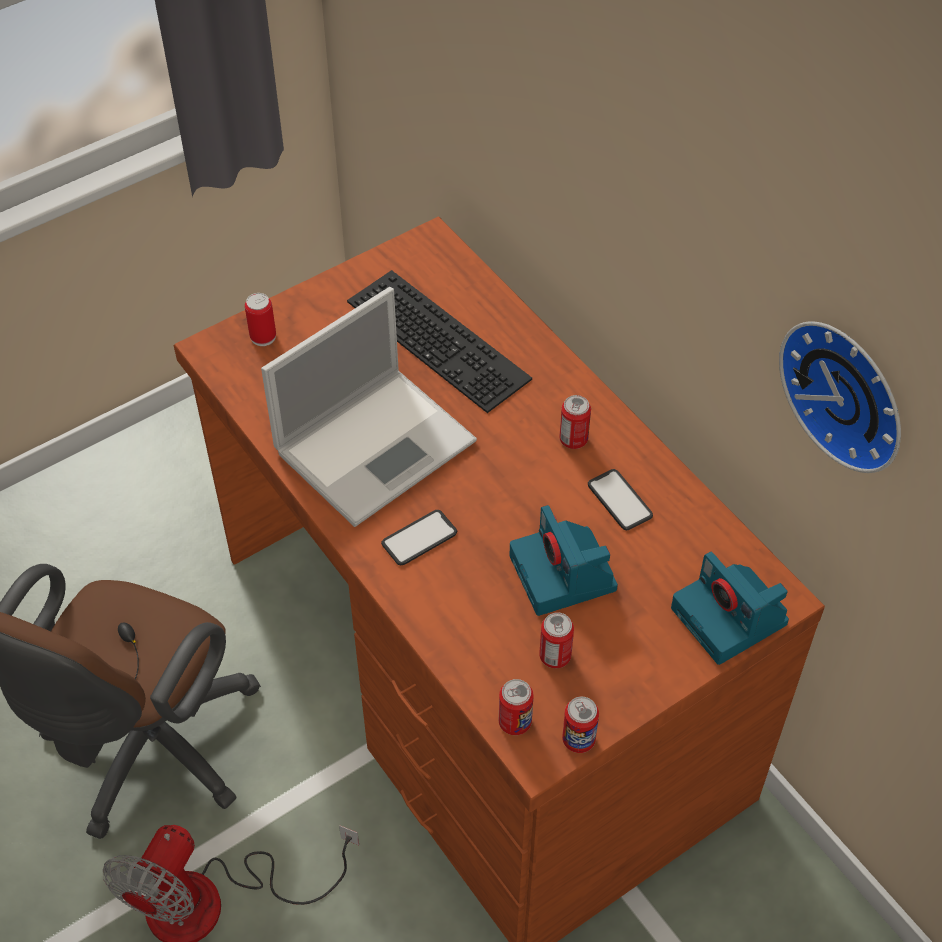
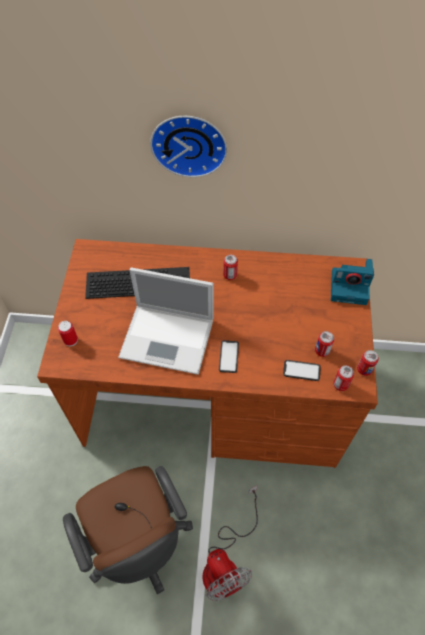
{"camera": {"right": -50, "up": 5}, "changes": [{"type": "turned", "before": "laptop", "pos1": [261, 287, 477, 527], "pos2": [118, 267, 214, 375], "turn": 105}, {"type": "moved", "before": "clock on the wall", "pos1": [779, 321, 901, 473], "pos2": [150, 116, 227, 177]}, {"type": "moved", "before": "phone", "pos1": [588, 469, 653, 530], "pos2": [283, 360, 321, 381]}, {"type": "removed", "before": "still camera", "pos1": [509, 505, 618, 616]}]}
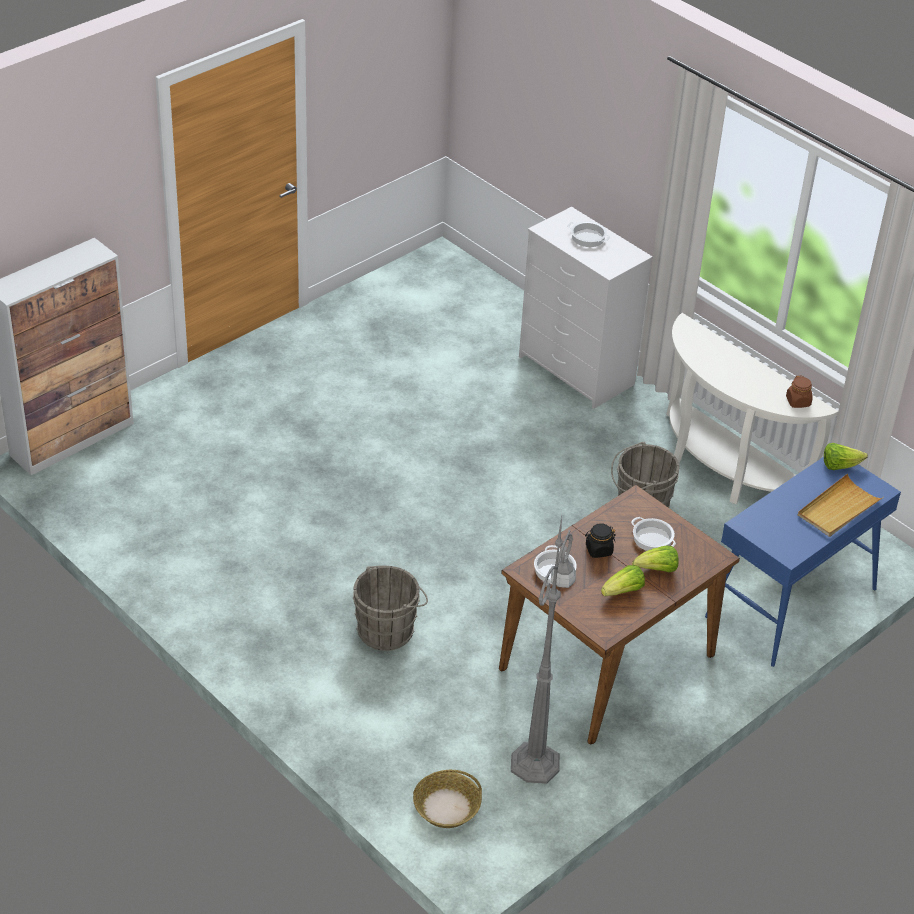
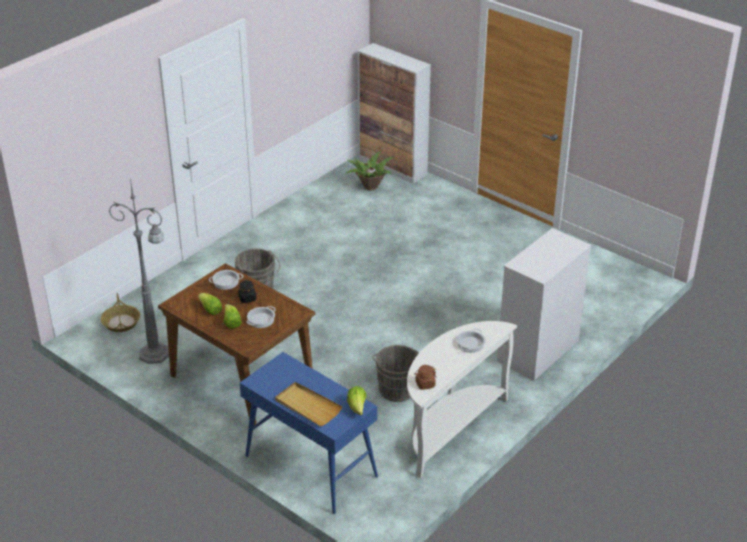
{"camera": {"right": 85, "up": -5}, "changes": [{"type": "added", "after": "potted plant", "pos2": [345, 151, 394, 191]}, {"type": "moved", "before": "cooking pot", "pos1": [568, 221, 610, 247], "pos2": [457, 329, 486, 353]}]}
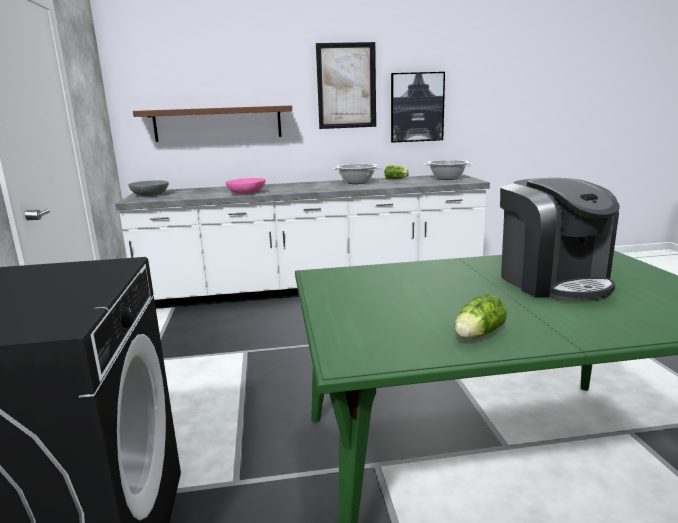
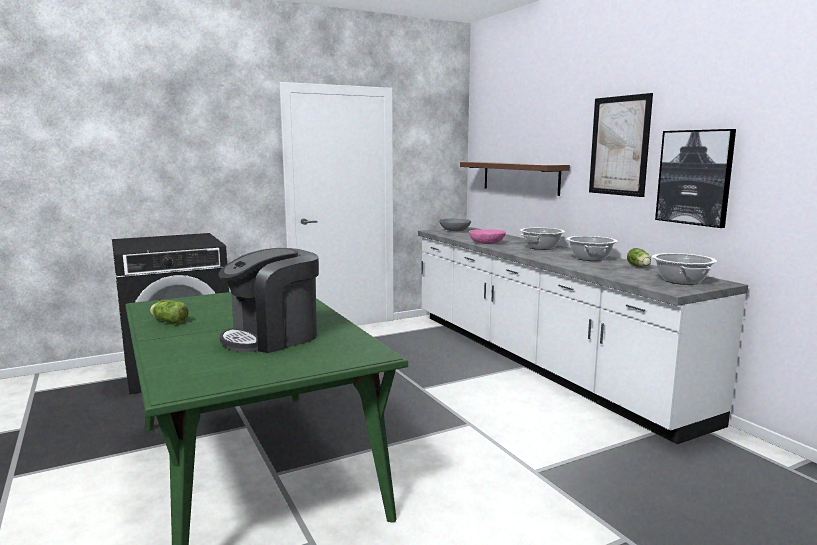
{"camera": {"right": 70, "up": -5}, "changes": [{"type": "added", "after": "cooking pot", "pos2": [520, 228, 565, 250]}]}
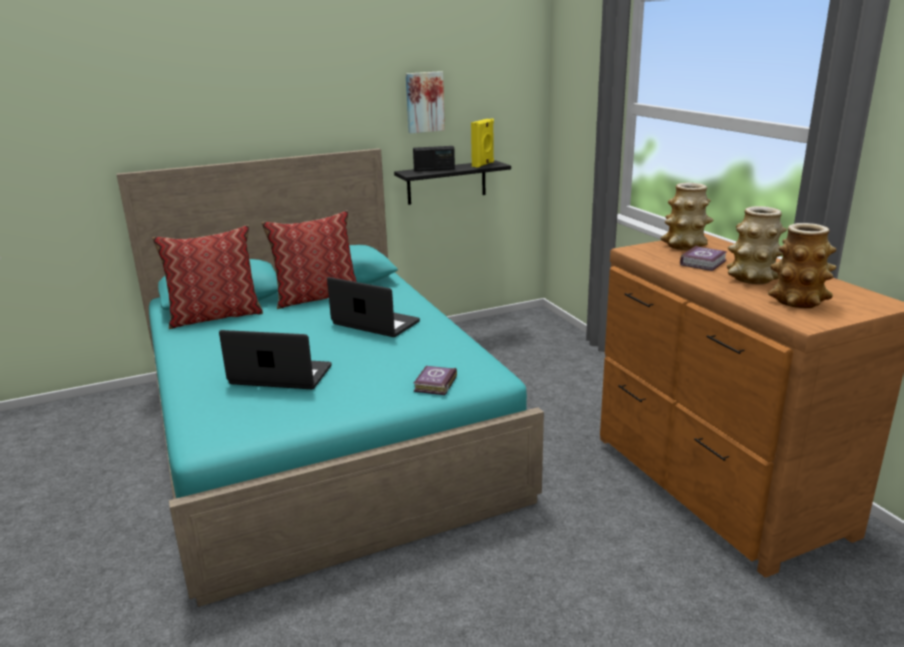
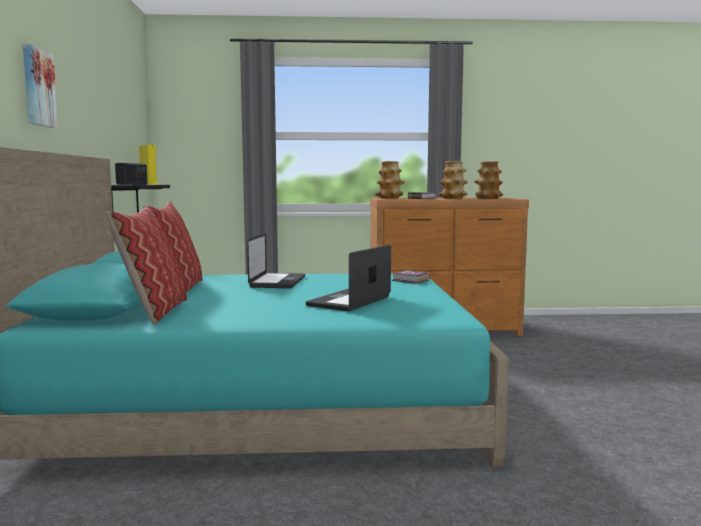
{"camera": {"right": -70, "up": -15}, "changes": [{"type": "moved", "before": "wall picture", "pos1": [406, 71, 445, 134], "pos2": [23, 43, 58, 128]}, {"type": "turned", "before": "laptop", "pos1": [327, 277, 420, 337], "pos2": [247, 233, 305, 288], "turn": 135}]}
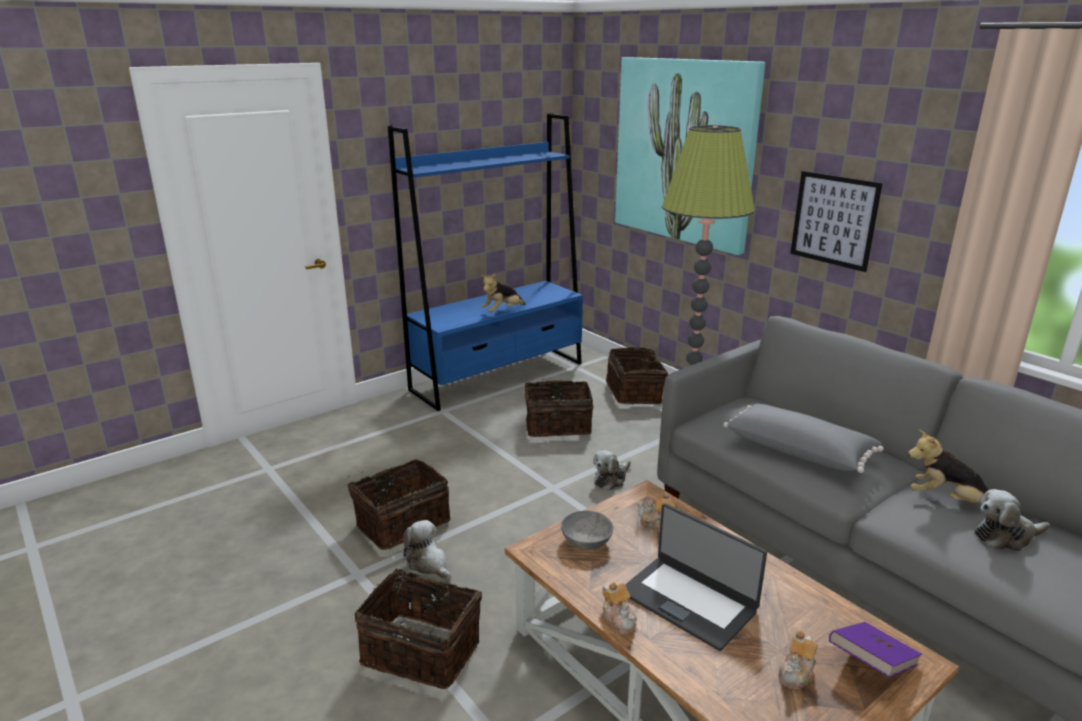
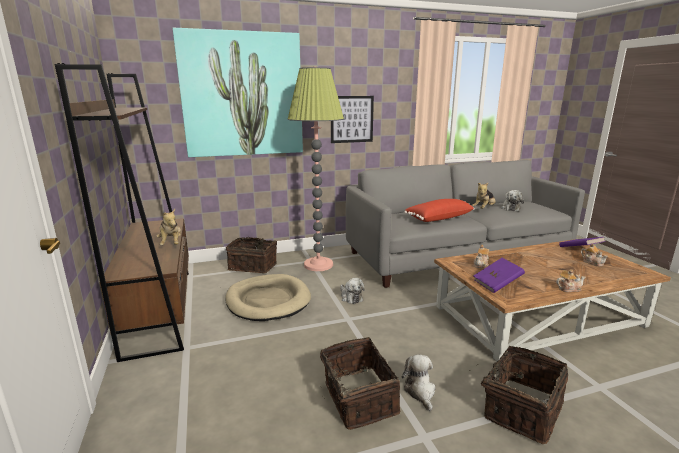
{"camera": {"right": -70, "up": -5}, "changes": [{"type": "recoloured", "before": "bluish shelving unit", "after": "brown-coloured shelving unit", "pos1": [388, 113, 583, 411], "pos2": [55, 63, 189, 362]}, {"type": "replaced", "before": "basket", "after": "beige-coloured dog cushion", "pos1": [525, 379, 594, 437], "pos2": [225, 274, 311, 321]}, {"type": "turned", "before": "soft toy", "pos1": [403, 520, 451, 580], "pos2": [402, 354, 436, 411], "turn": 105}, {"type": "recoloured", "before": "gray pillow", "after": "red-coloured pillow", "pos1": [723, 403, 884, 473], "pos2": [404, 199, 475, 222]}, {"type": "replaced", "before": "gray deep dish", "after": "purple-coloured book", "pos1": [561, 511, 614, 550], "pos2": [473, 258, 525, 293]}, {"type": "removed", "before": "laptop", "pos1": [625, 503, 767, 651]}]}
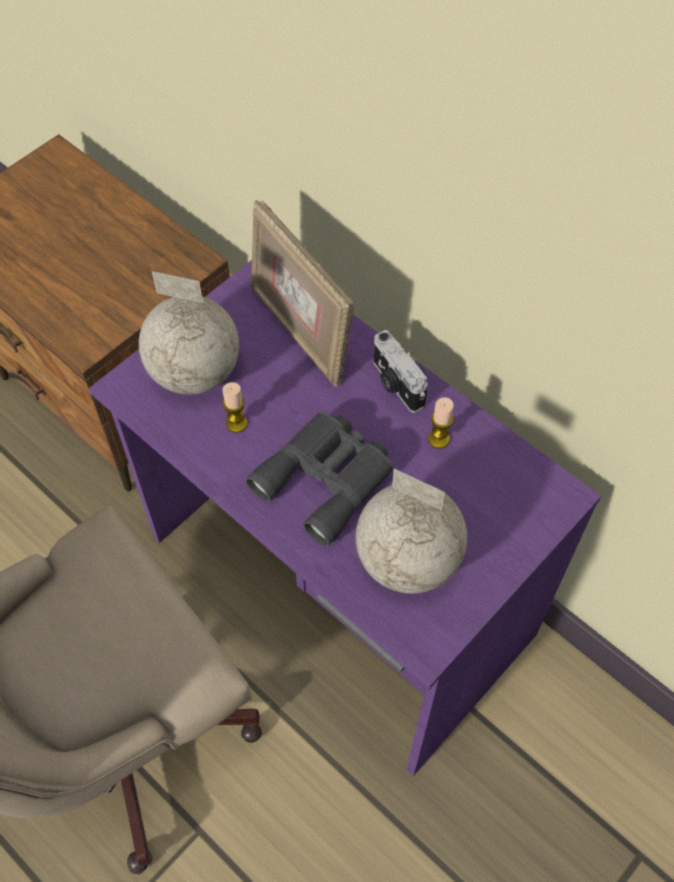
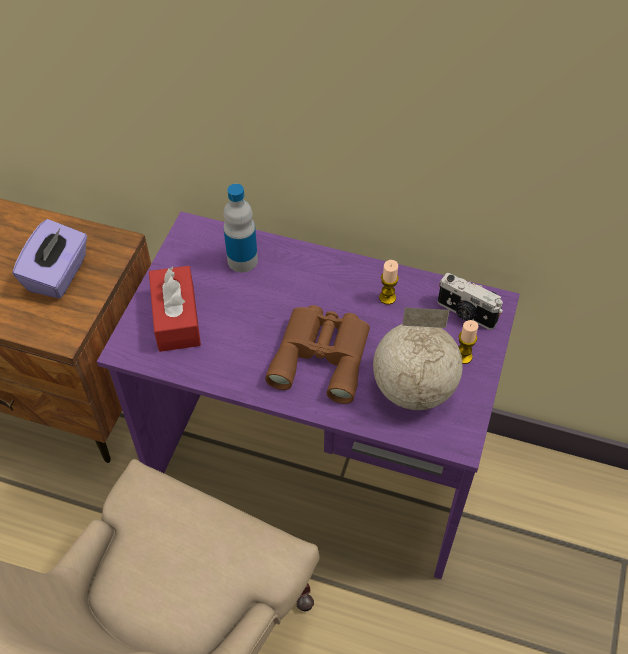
{"camera": {"right": -25, "up": -5}, "changes": [{"type": "added", "after": "purple-coloured tissue box", "pos2": [13, 219, 88, 299]}, {"type": "replaced", "before": "globe", "after": "red-coloured tissue box", "pos1": [139, 271, 239, 395], "pos2": [149, 266, 201, 352]}, {"type": "replaced", "before": "standing frame", "after": "drink bottle", "pos1": [251, 200, 354, 387], "pos2": [224, 184, 258, 272]}, {"type": "recoloured", "before": "gray pair of binoculars", "after": "brown-coloured pair of binoculars", "pos1": [245, 412, 393, 547], "pos2": [265, 305, 370, 404]}, {"type": "moved", "before": "still camera", "pos1": [373, 330, 428, 413], "pos2": [438, 273, 503, 330]}, {"type": "moved", "before": "candle", "pos1": [222, 382, 247, 433], "pos2": [459, 320, 478, 364]}]}
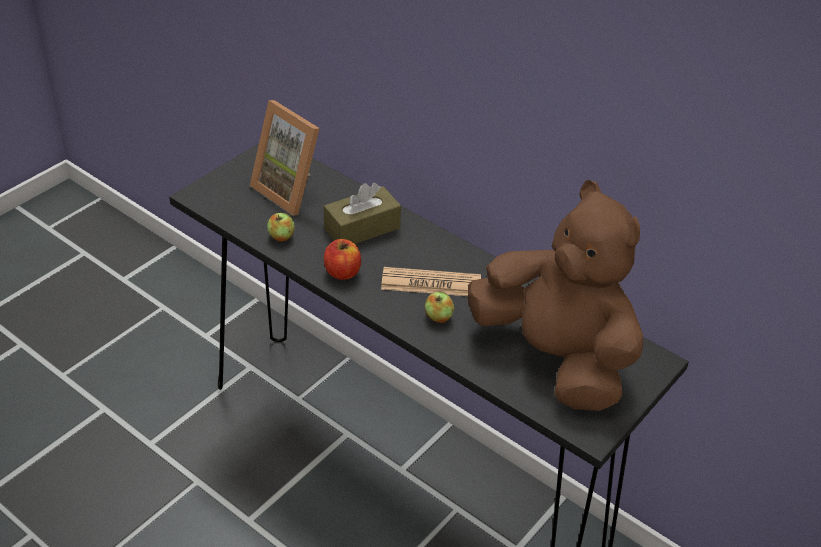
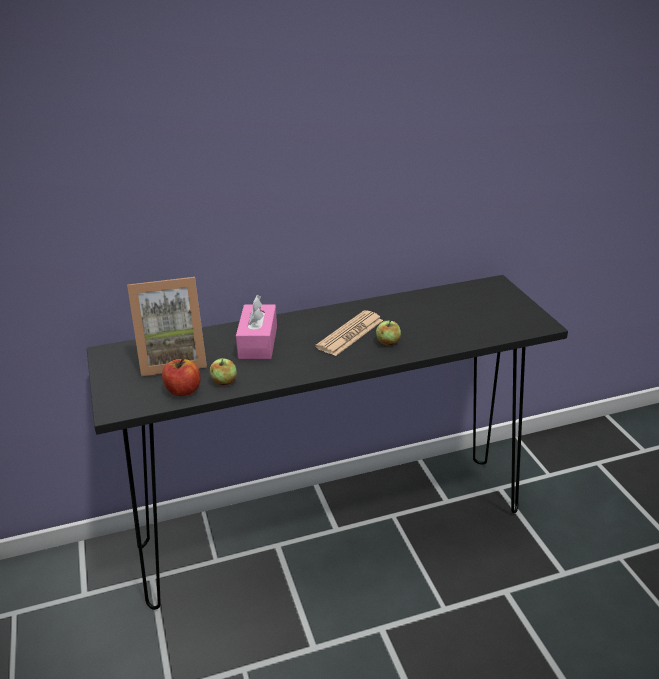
{"camera": {"right": -55, "up": -10}, "changes": [{"type": "moved", "before": "whole apple", "pos1": [324, 239, 361, 280], "pos2": [162, 358, 201, 396]}, {"type": "recoloured", "before": "brown-coloured tissue box", "after": "pinkish tissue box", "pos1": [324, 183, 401, 244], "pos2": [236, 295, 277, 359]}, {"type": "removed", "before": "brown-coloured soft toy", "pos1": [468, 180, 643, 411]}]}
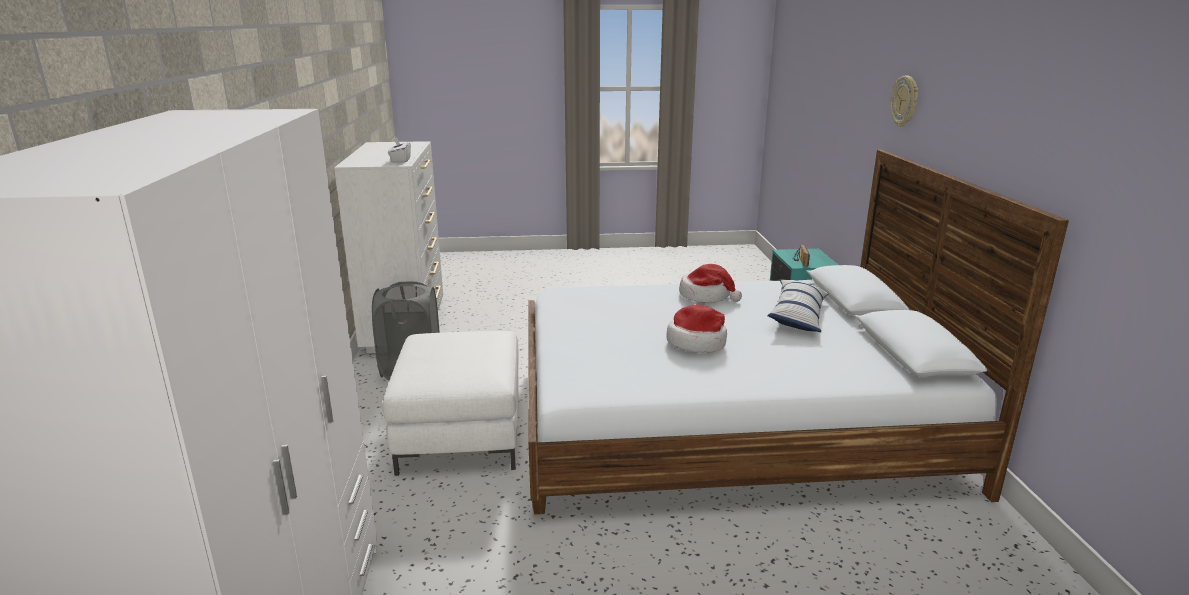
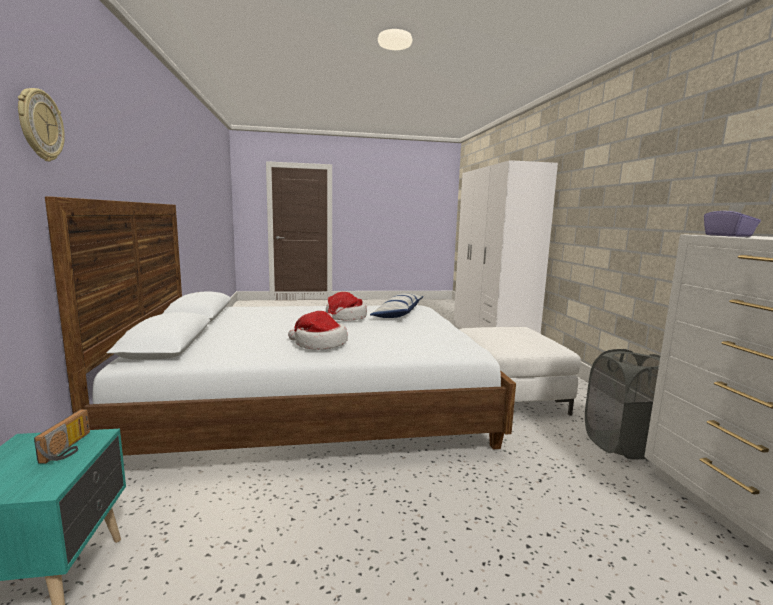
{"camera": {"right": 175, "up": -10}, "changes": [{"type": "moved", "before": "pillow", "pos1": [767, 279, 829, 332], "pos2": [370, 293, 423, 318]}, {"type": "recoloured", "before": "white tissue box", "after": "purple-coloured tissue box", "pos1": [388, 137, 411, 163], "pos2": [704, 204, 761, 237]}]}
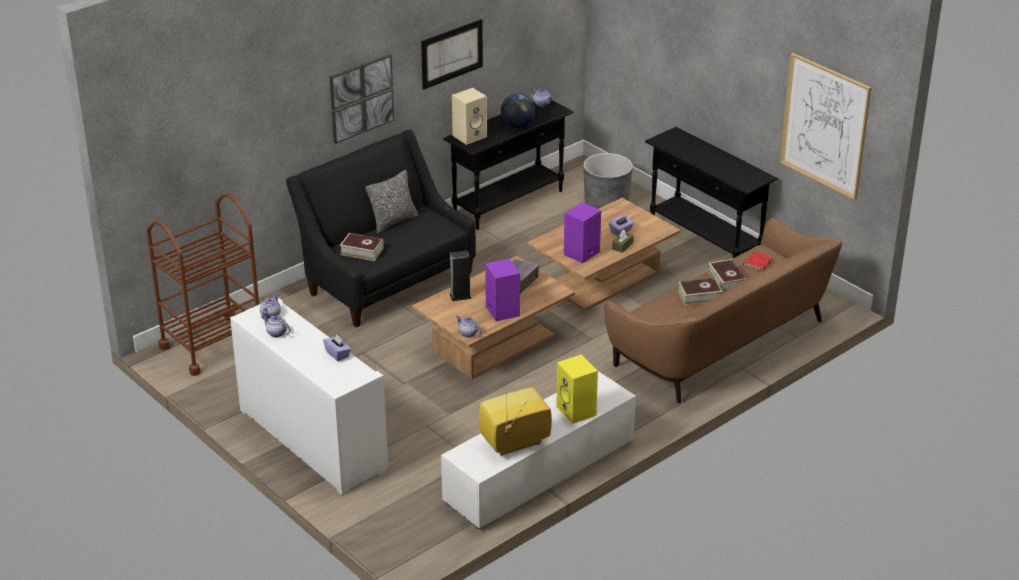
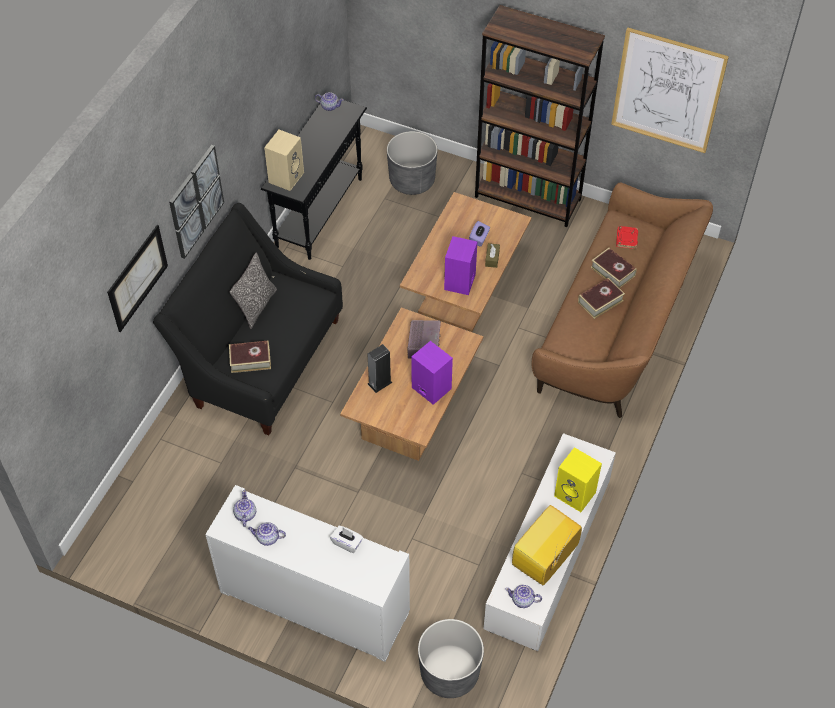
{"camera": {"right": -25, "up": 20}, "changes": [{"type": "moved", "before": "wall picture", "pos1": [421, 19, 483, 90], "pos2": [107, 225, 168, 332]}, {"type": "recoloured", "before": "purple-coloured tissue box", "after": "white tissue box", "pos1": [323, 334, 351, 361], "pos2": [330, 525, 363, 553]}, {"type": "added", "after": "gray plant pot", "pos2": [418, 619, 484, 698]}, {"type": "replaced", "before": "black console table", "after": "brown-coloured shelving unit", "pos1": [645, 127, 778, 258], "pos2": [475, 5, 605, 227]}, {"type": "moved", "before": "teapot", "pos1": [456, 315, 482, 337], "pos2": [505, 585, 542, 608]}, {"type": "removed", "before": "brown-coloured cart", "pos1": [146, 193, 259, 376]}, {"type": "removed", "before": "globe", "pos1": [501, 94, 535, 128]}]}
